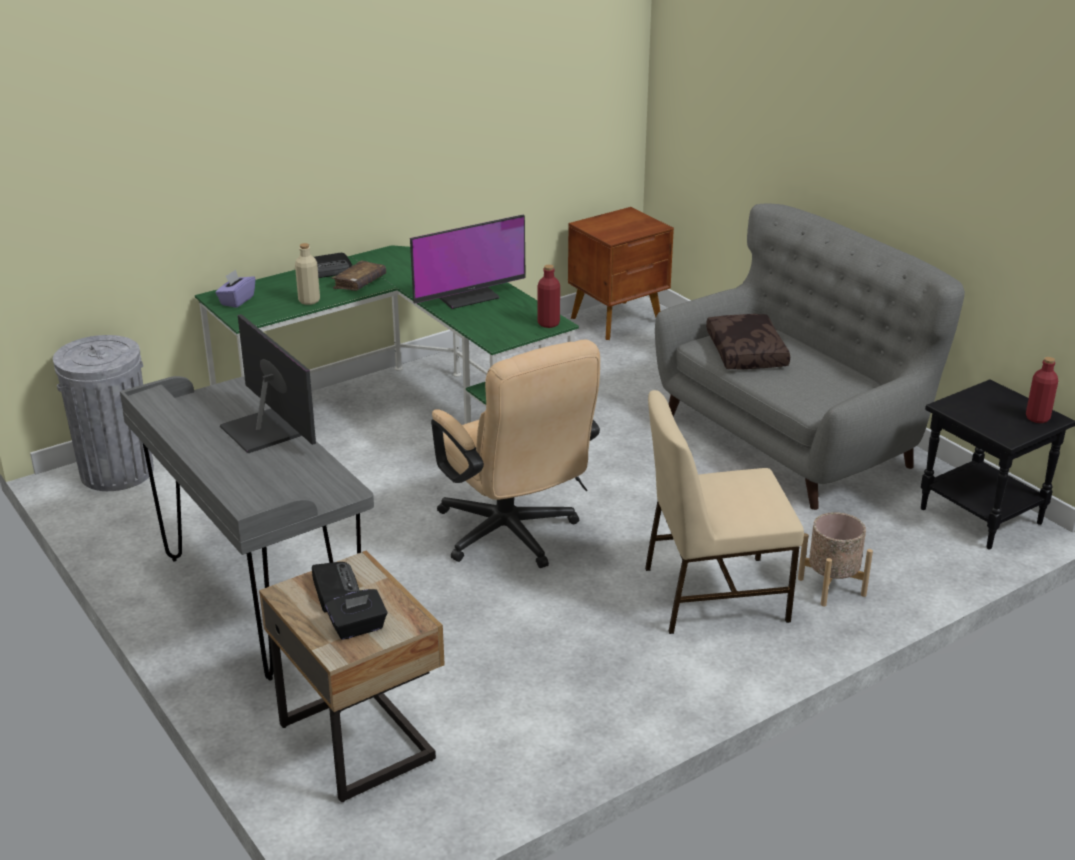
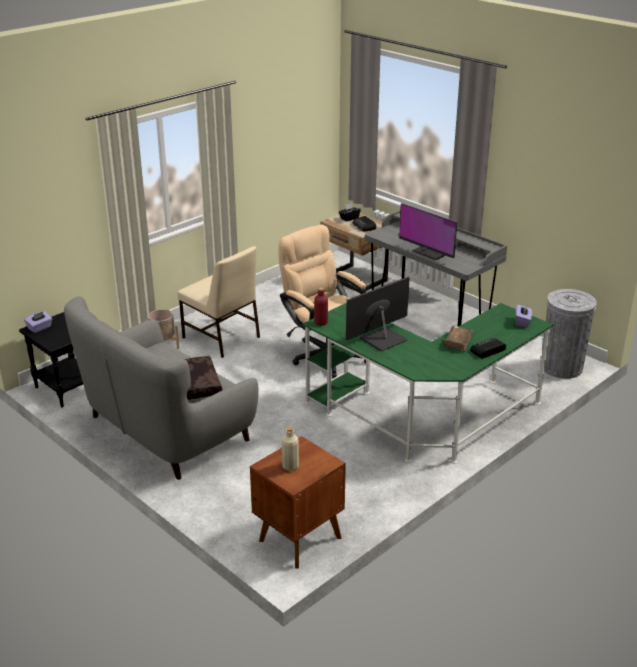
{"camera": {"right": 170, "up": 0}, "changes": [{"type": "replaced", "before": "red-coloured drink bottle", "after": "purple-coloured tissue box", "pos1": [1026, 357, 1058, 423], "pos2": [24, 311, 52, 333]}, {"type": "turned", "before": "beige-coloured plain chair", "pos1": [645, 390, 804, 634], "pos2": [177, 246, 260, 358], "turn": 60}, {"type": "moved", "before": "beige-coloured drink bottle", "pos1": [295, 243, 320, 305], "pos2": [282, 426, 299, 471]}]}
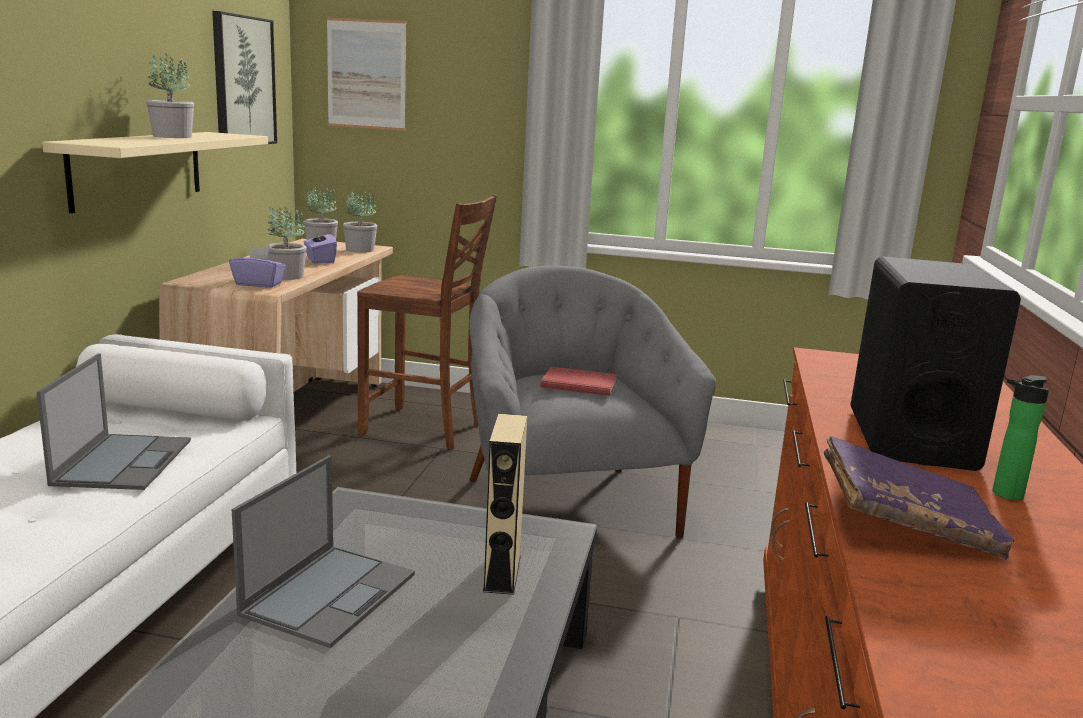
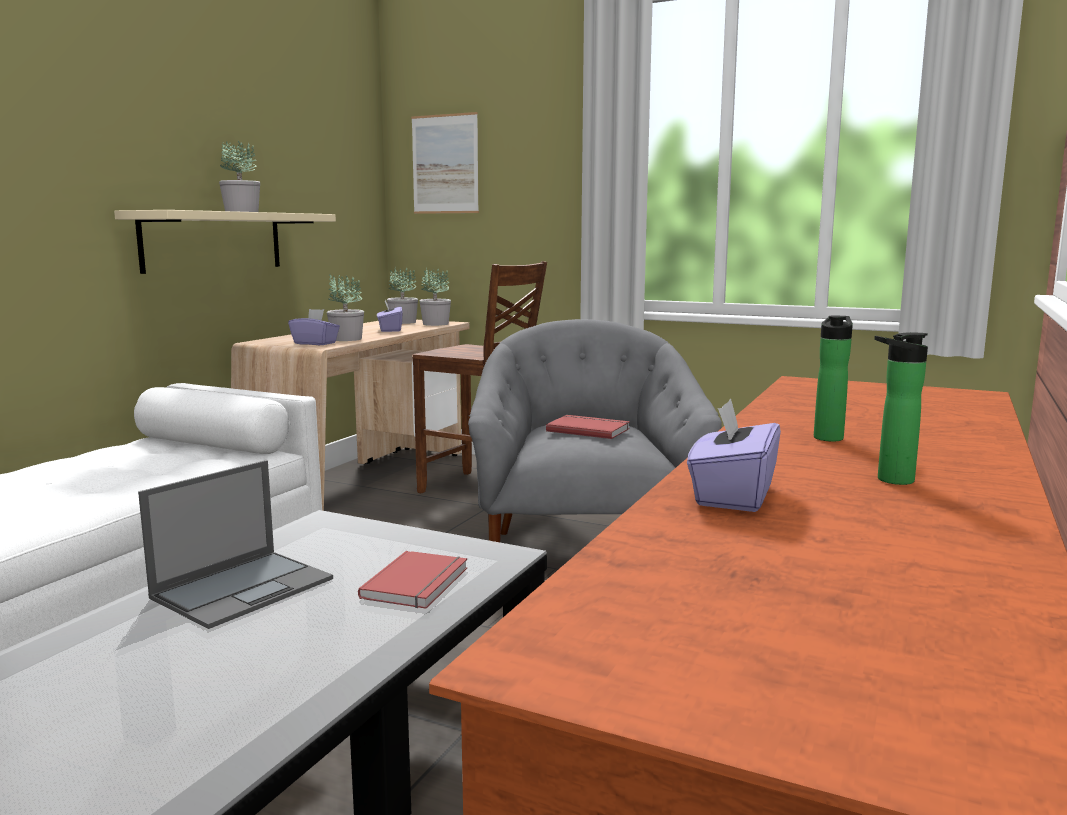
{"camera": {"right": 15, "up": -5}, "changes": [{"type": "replaced", "before": "beige-coloured speaker", "after": "red-coloured book", "pos1": [483, 414, 527, 595], "pos2": [358, 551, 468, 609]}, {"type": "replaced", "before": "purple-coloured book", "after": "purple-coloured tissue box", "pos1": [823, 436, 1014, 560], "pos2": [687, 399, 781, 512]}, {"type": "replaced", "before": "black speaker", "after": "drink bottle", "pos1": [850, 256, 1021, 471], "pos2": [814, 315, 853, 442]}, {"type": "removed", "before": "laptop", "pos1": [37, 354, 191, 490]}, {"type": "removed", "before": "wall picture", "pos1": [212, 11, 277, 144]}]}
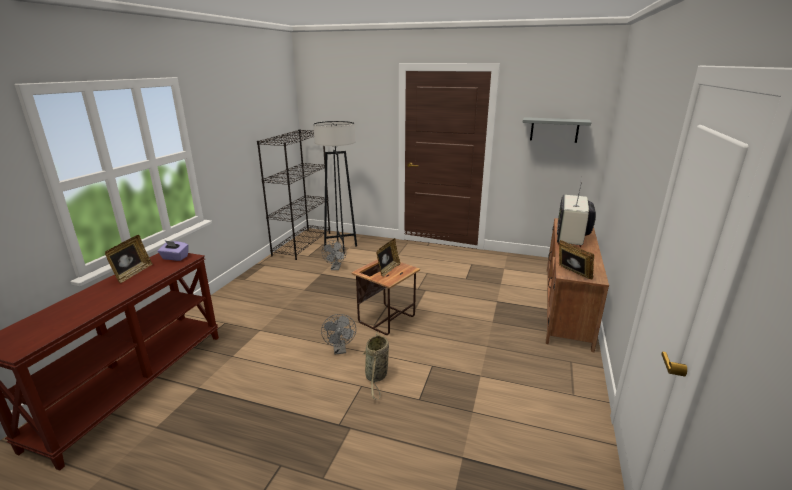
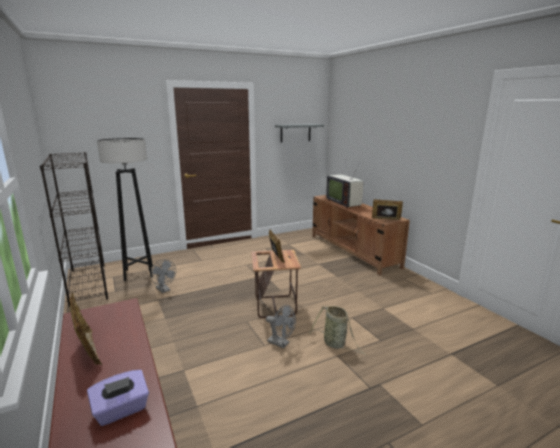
{"camera": {"right": -45, "up": -5}, "changes": [{"type": "moved", "before": "purple-coloured tissue box", "pos1": [158, 241, 189, 261], "pos2": [87, 370, 149, 426]}]}
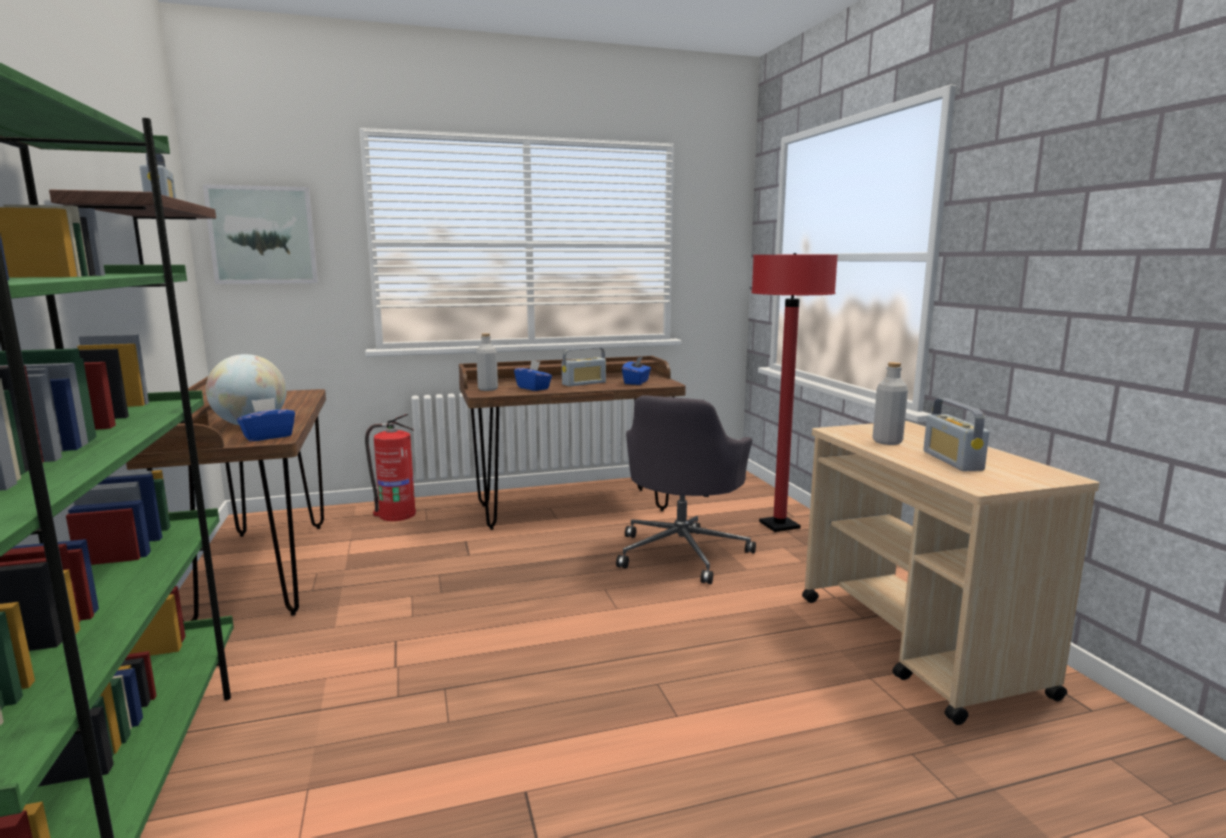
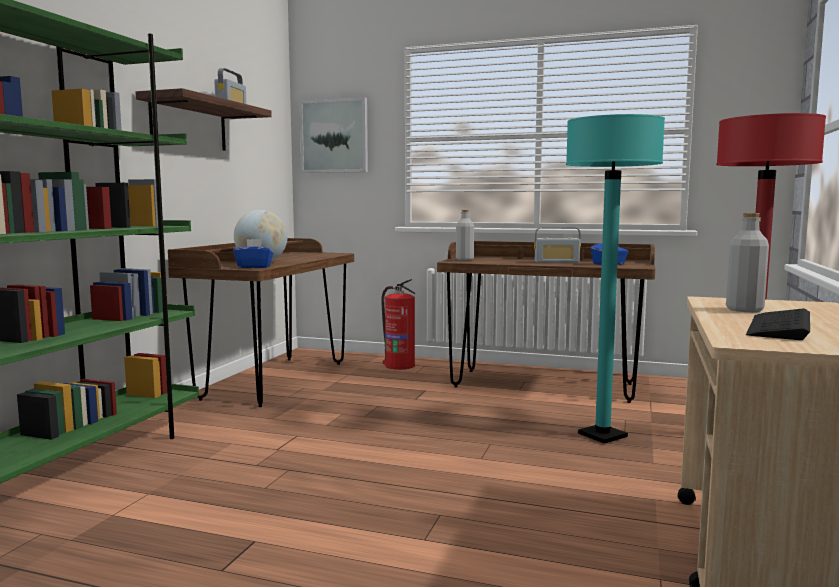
{"camera": {"right": 35, "up": -5}, "changes": [{"type": "replaced", "before": "gray computer chair", "after": "blue-green standard lamp", "pos1": [616, 395, 756, 584], "pos2": [566, 114, 665, 444]}, {"type": "replaced", "before": "radio", "after": "computer keyboard", "pos1": [923, 398, 989, 471], "pos2": [746, 309, 810, 340]}, {"type": "removed", "before": "bluish tissue box", "pos1": [514, 360, 552, 391]}]}
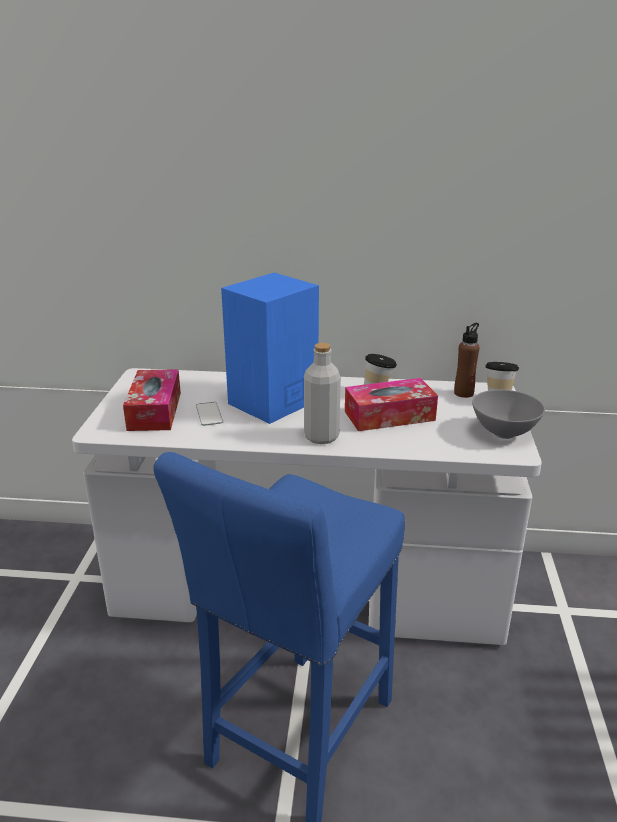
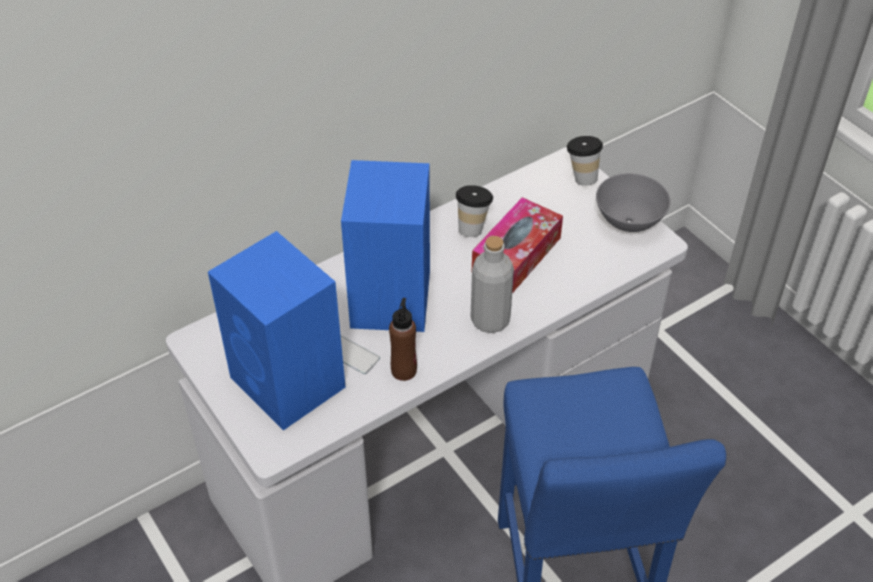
{"camera": {"right": -40, "up": 20}, "changes": [{"type": "replaced", "before": "tissue box", "after": "bluish speaker", "pos1": [123, 369, 181, 431], "pos2": [208, 231, 346, 430]}, {"type": "moved", "before": "brown-coloured drink bottle", "pos1": [454, 323, 480, 398], "pos2": [389, 298, 417, 381]}]}
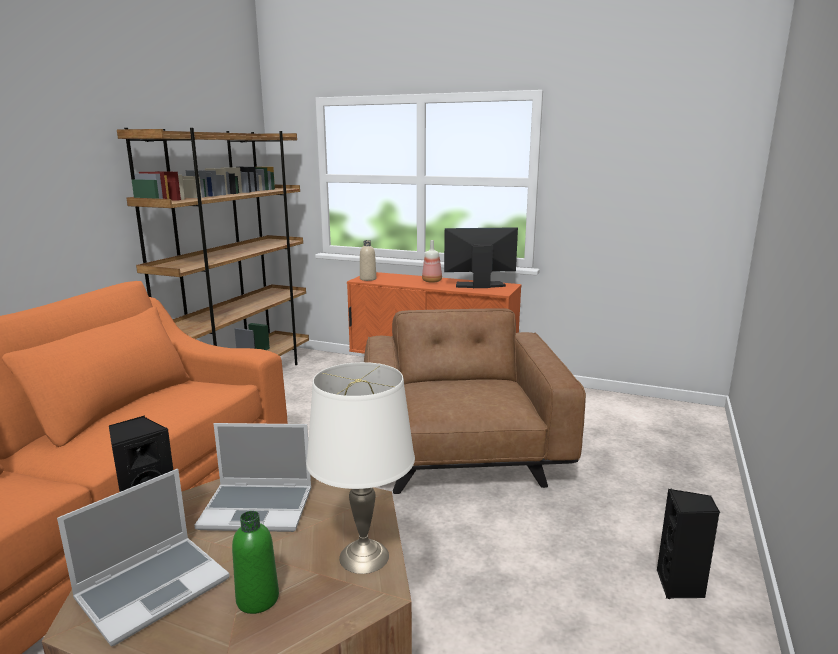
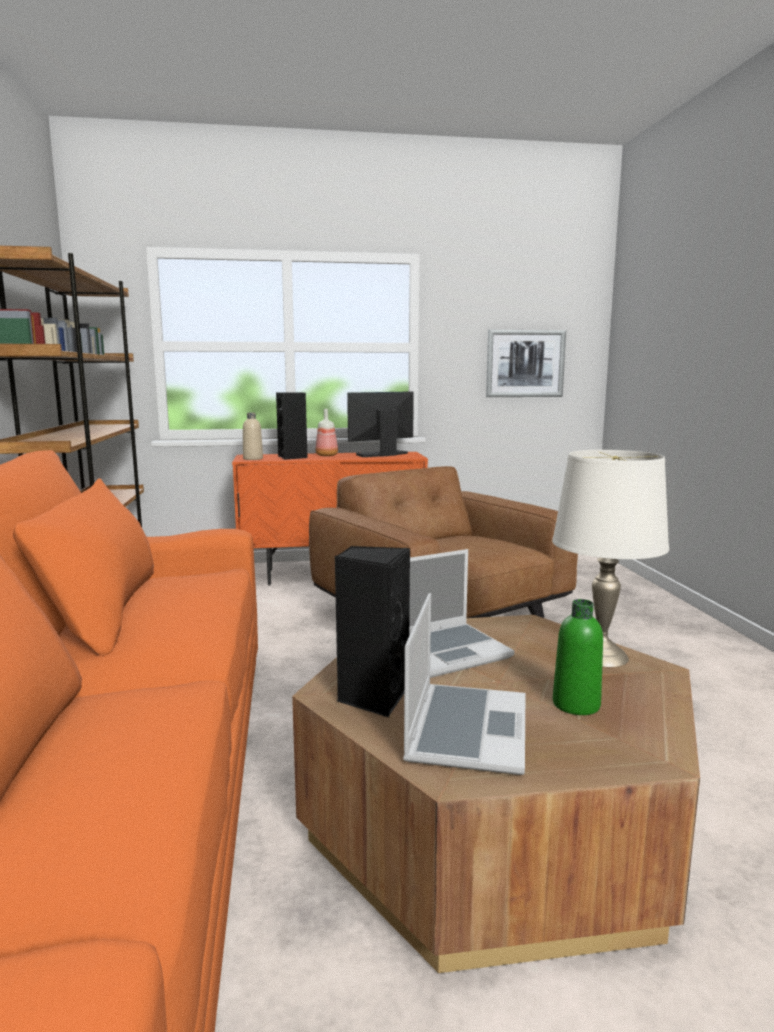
{"camera": {"right": -30, "up": -5}, "changes": [{"type": "moved", "before": "black speaker", "pos1": [657, 489, 720, 599], "pos2": [276, 392, 308, 460]}, {"type": "added", "after": "wall picture", "pos2": [486, 330, 566, 397]}]}
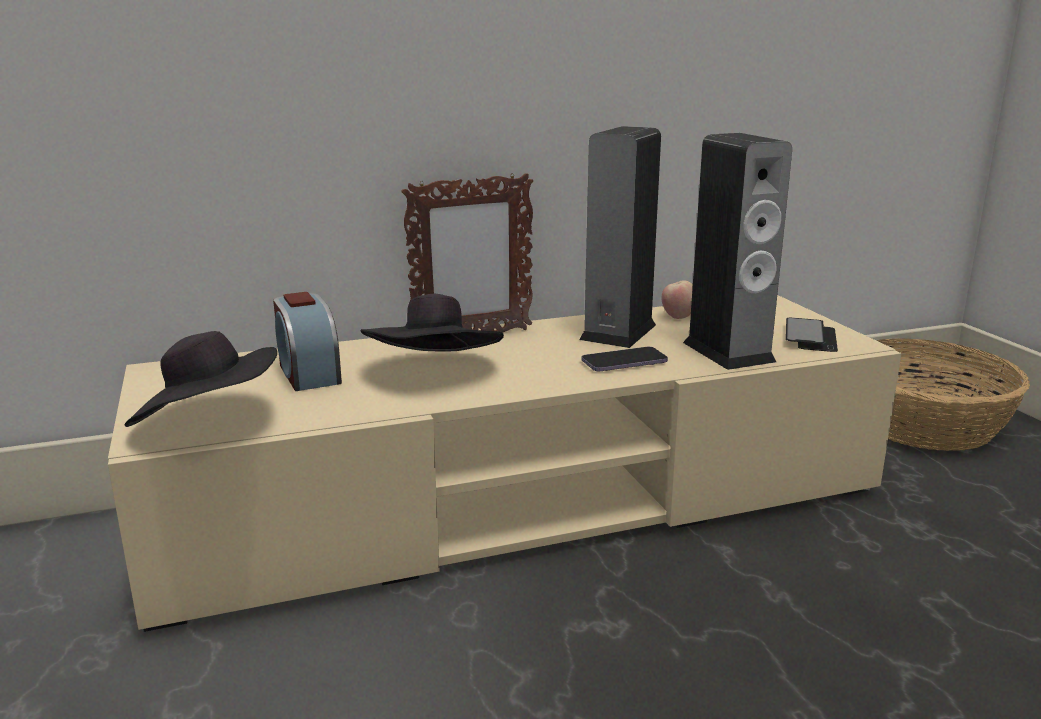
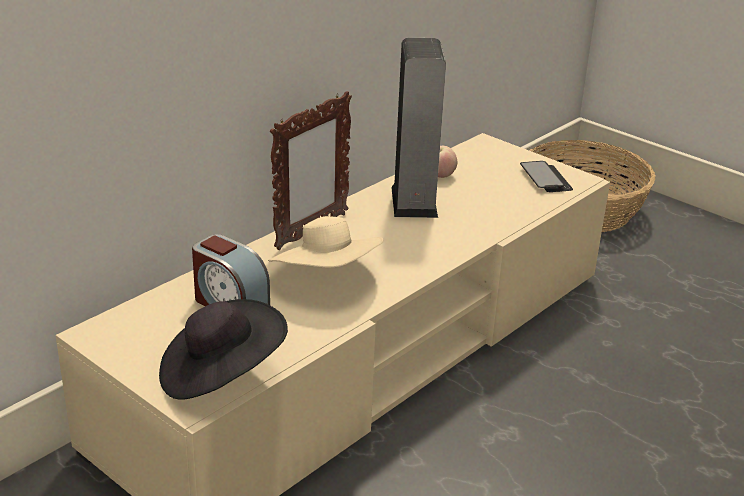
{"camera": {"right": -30, "up": 10}, "changes": [{"type": "recoloured", "before": "black wearable hat", "after": "beige-coloured wearable hat", "pos1": [361, 294, 504, 351], "pos2": [268, 216, 384, 267]}, {"type": "removed", "before": "phone", "pos1": [582, 347, 668, 371]}, {"type": "removed", "before": "speaker", "pos1": [683, 133, 792, 370]}]}
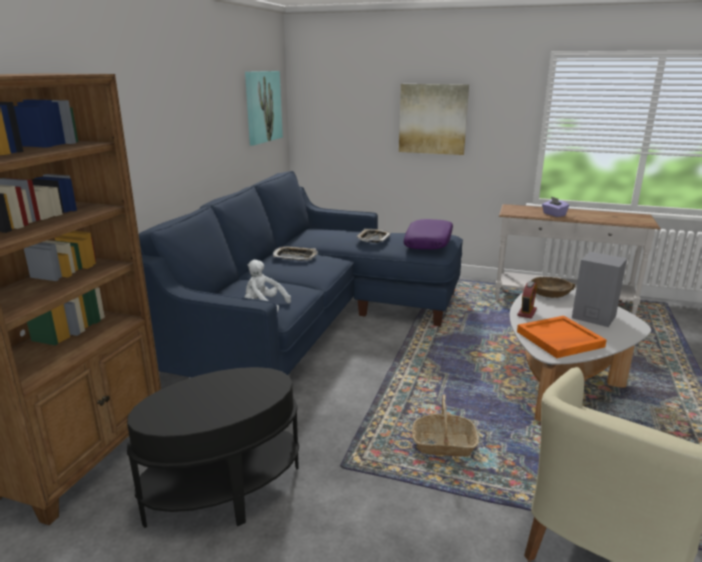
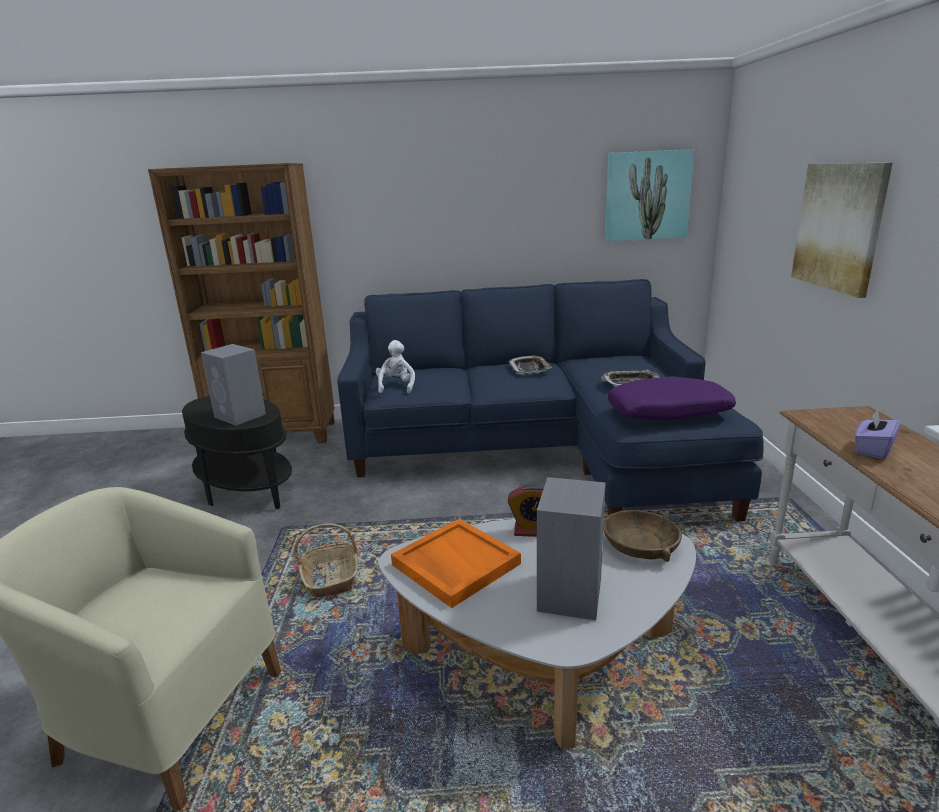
{"camera": {"right": 70, "up": 0}, "changes": [{"type": "added", "after": "gray speaker", "pos2": [201, 344, 266, 426]}]}
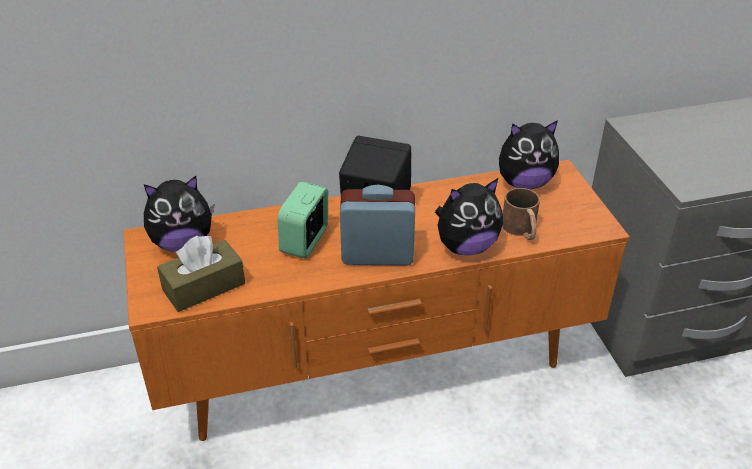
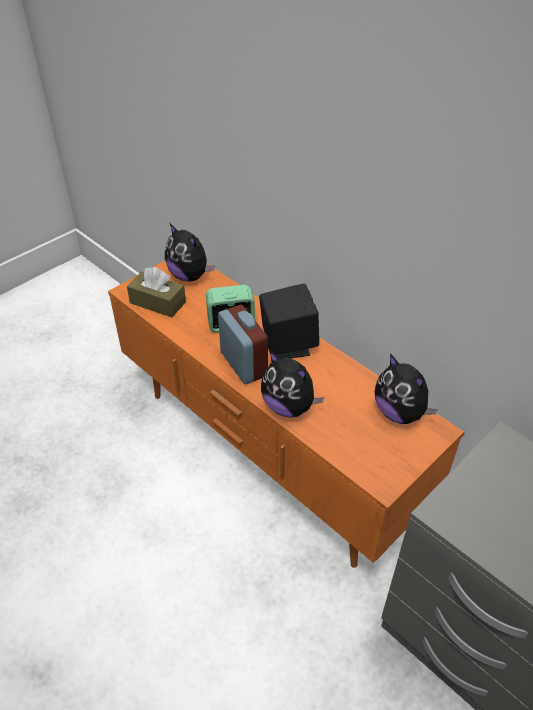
{"camera": {"right": 60, "up": 5}, "changes": [{"type": "removed", "before": "brown-coloured tea mug", "pos1": [502, 188, 540, 240]}]}
